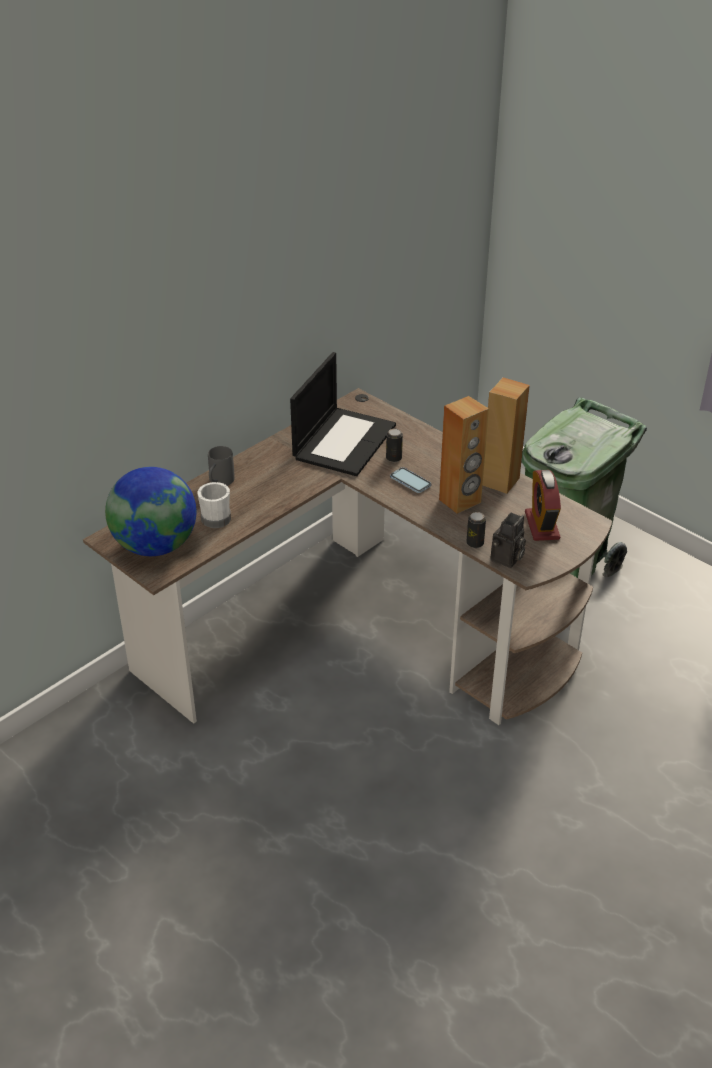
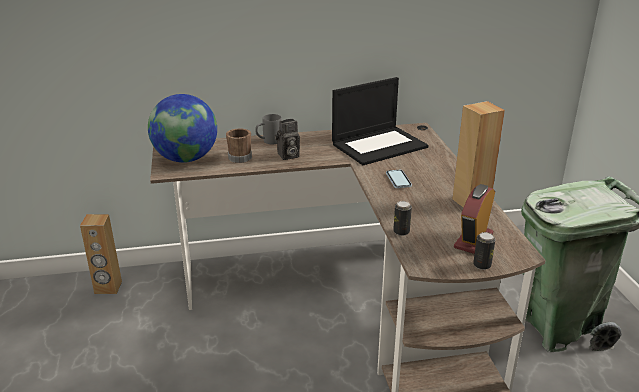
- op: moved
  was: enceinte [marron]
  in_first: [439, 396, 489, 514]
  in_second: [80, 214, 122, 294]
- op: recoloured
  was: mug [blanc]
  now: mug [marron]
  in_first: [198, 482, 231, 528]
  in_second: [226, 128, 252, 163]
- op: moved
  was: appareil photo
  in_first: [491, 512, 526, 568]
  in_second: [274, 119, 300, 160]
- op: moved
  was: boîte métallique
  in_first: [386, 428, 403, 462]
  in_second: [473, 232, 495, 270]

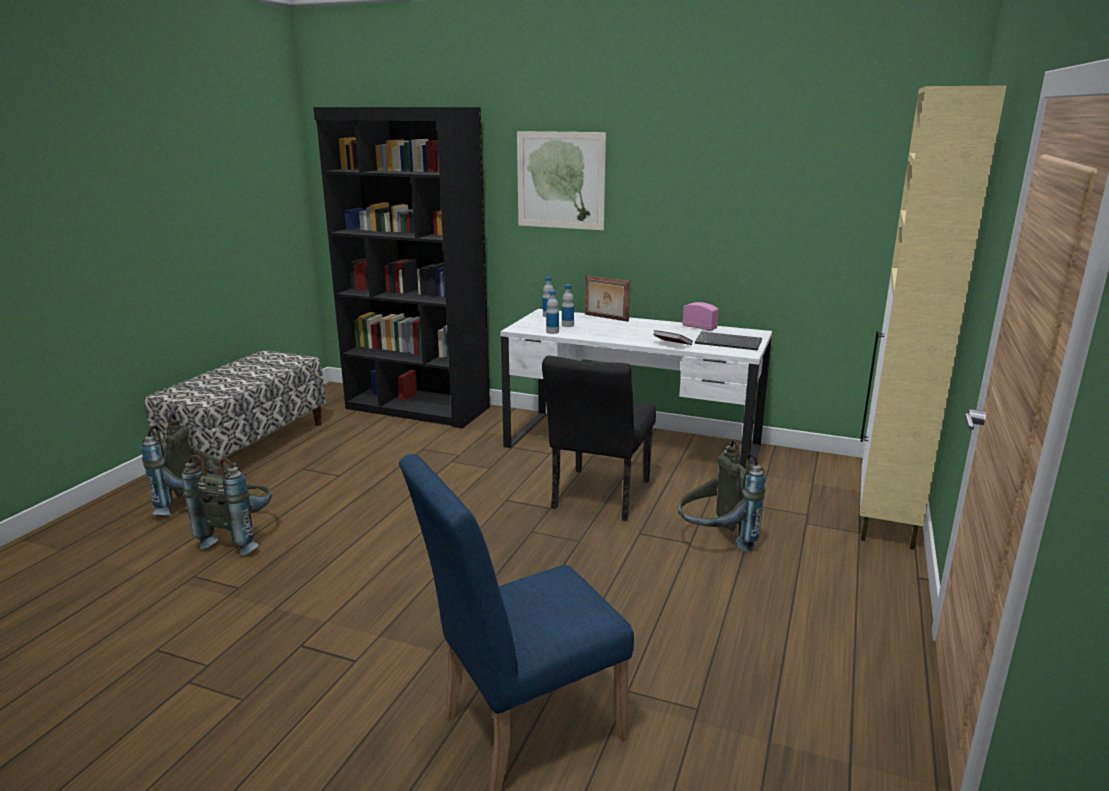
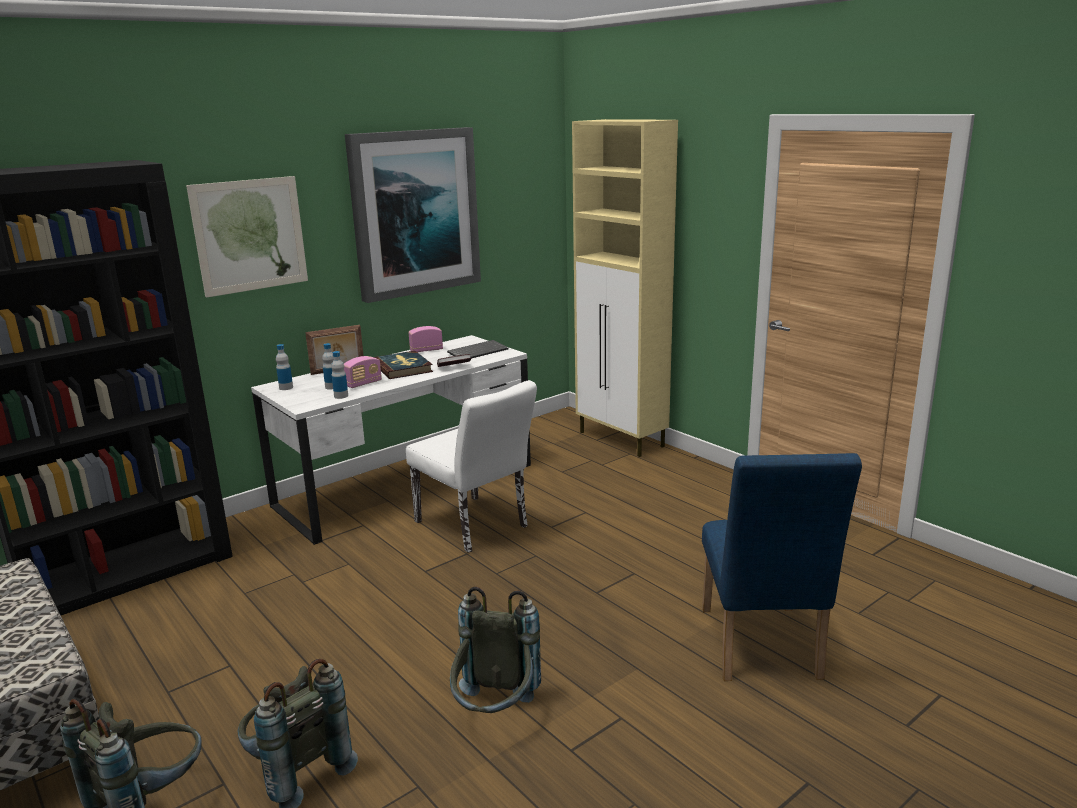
- op: added
  now: radio
  in_second: [344, 356, 382, 388]
- op: added
  now: tableau
  in_second: [345, 127, 481, 303]
- op: added
  now: livre
  in_second: [374, 351, 433, 379]
- op: recoloured
  was: chaise [noir]
  now: chaise [blanc]
  in_first: [542, 356, 656, 521]
  in_second: [406, 380, 537, 553]
- op: moved
  was: sac à dos [gris]
  in_first: [678, 440, 766, 552]
  in_second: [450, 586, 541, 713]

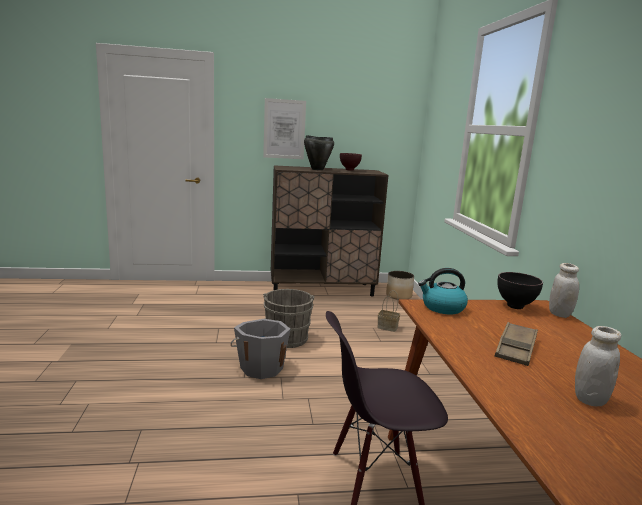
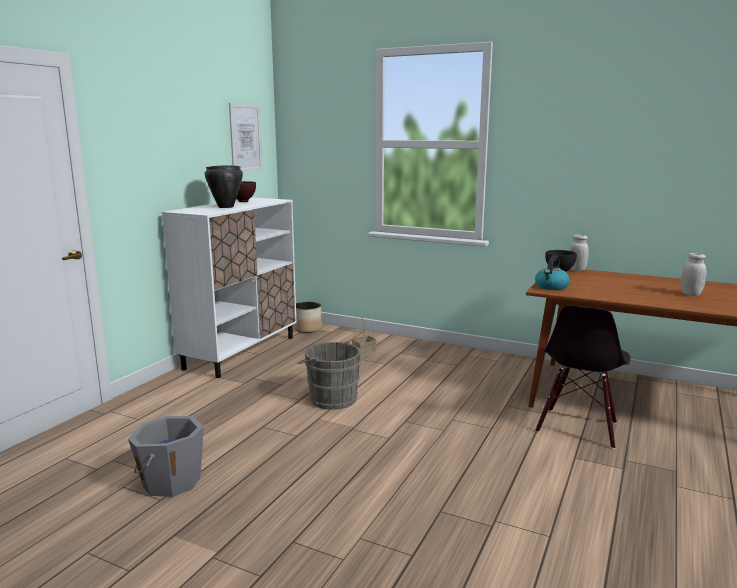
- op: moved
  was: seau [gris]
  in_first: [231, 319, 291, 379]
  in_second: [128, 416, 204, 497]
- op: recoloured
  was: meuble de rangement [marron]
  now: meuble de rangement [blanc]
  in_first: [271, 165, 389, 297]
  in_second: [162, 197, 296, 378]
- op: moved
  was: tableau
  in_first: [263, 98, 306, 159]
  in_second: [229, 103, 263, 172]
- op: removed
  was: plateau [marron]
  in_first: [495, 322, 538, 366]

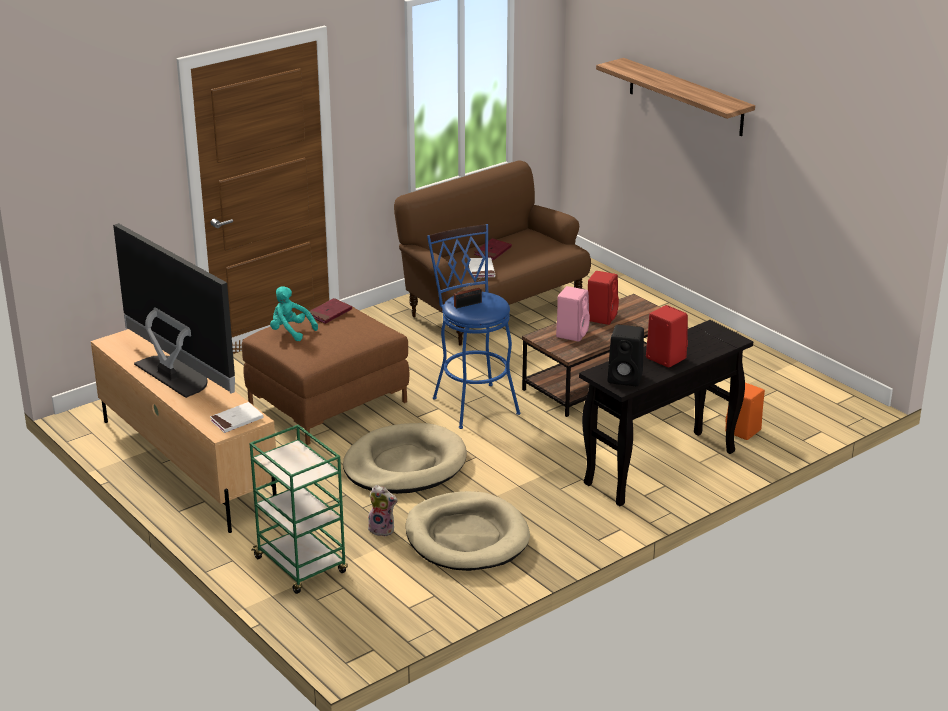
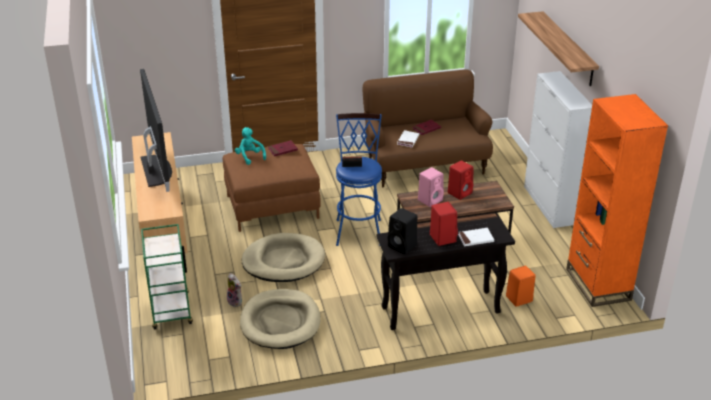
- op: moved
  was: livre [blanc]
  in_first: [210, 402, 263, 433]
  in_second: [458, 228, 494, 247]
- op: added
  now: meuble de rangement [blanc]
  in_second: [524, 71, 592, 228]
- op: added
  now: bibliothèque [orange]
  in_second: [566, 94, 668, 307]

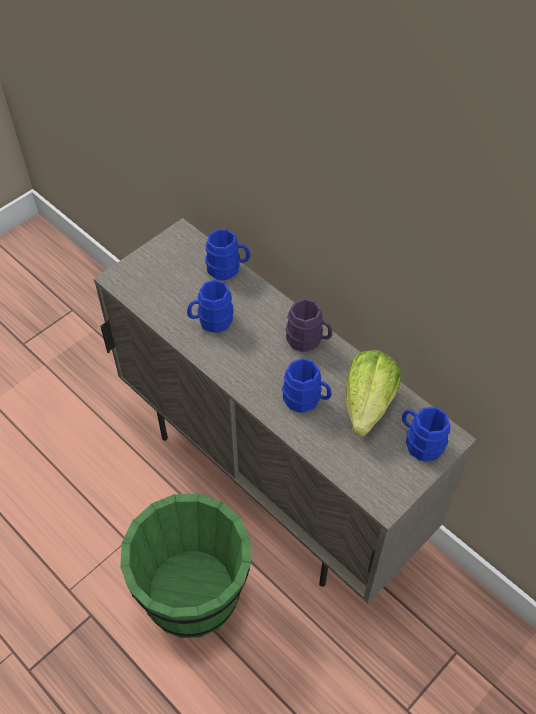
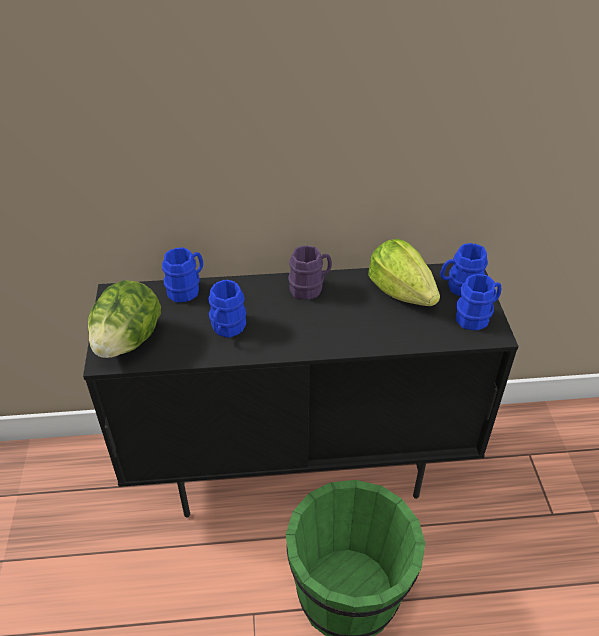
- op: recoloured
  was: meuble de rangement [beige]
  now: meuble de rangement [noir]
  in_first: [94, 218, 476, 603]
  in_second: [83, 263, 518, 517]
- op: added
  now: laitue
  in_second: [88, 280, 161, 358]
- op: moved
  was: mug [bleu]
  in_first: [282, 358, 332, 413]
  in_second: [456, 274, 501, 331]

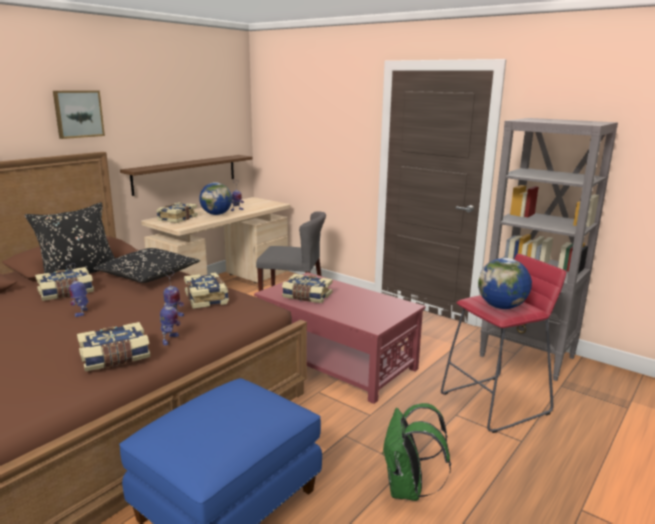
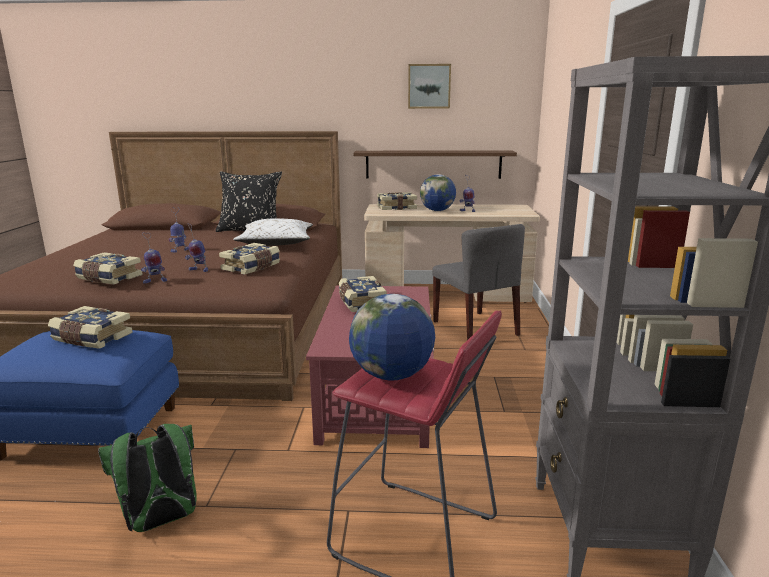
- op: moved
  was: livre
  in_first: [35, 267, 94, 301]
  in_second: [48, 306, 133, 349]
- op: recoloured
  was: coussin [noir]
  now: coussin [blanc]
  in_first: [93, 248, 200, 283]
  in_second: [233, 218, 313, 246]
- op: moved
  was: tableau
  in_first: [53, 91, 105, 139]
  in_second: [408, 64, 451, 109]

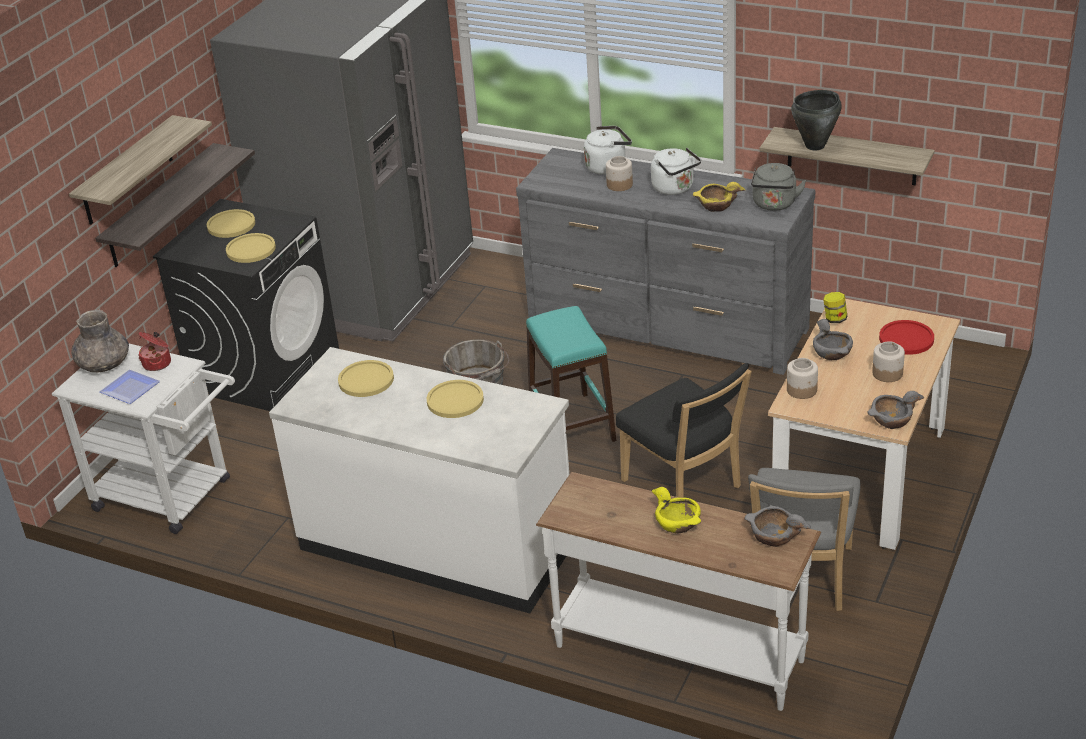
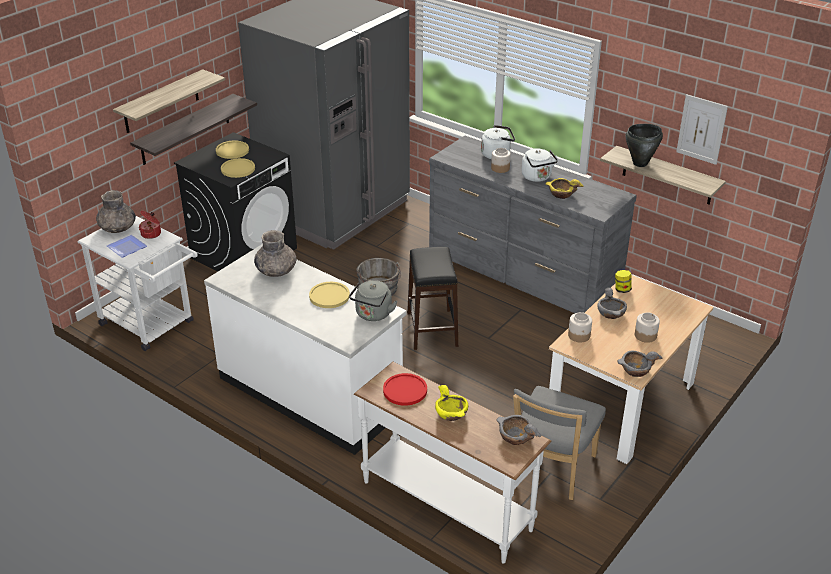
- op: replaced
  was: assiette [jaune]
  now: vase [gris]
  in_first: [338, 360, 394, 397]
  in_second: [254, 230, 296, 277]
- op: moved
  was: bouilloire [gris]
  in_first: [751, 163, 806, 211]
  in_second: [349, 280, 397, 321]
- op: moved
  was: assiette [rouge]
  in_first: [879, 320, 934, 355]
  in_second: [383, 373, 427, 406]
- op: recoloured
  was: tabouret [turquoise]
  now: tabouret [noir]
  in_first: [526, 306, 617, 442]
  in_second: [407, 247, 458, 350]
- op: added
  now: tableau
  in_second: [676, 94, 728, 165]
- op: removed
  was: chaise [noir]
  in_first: [616, 363, 752, 498]

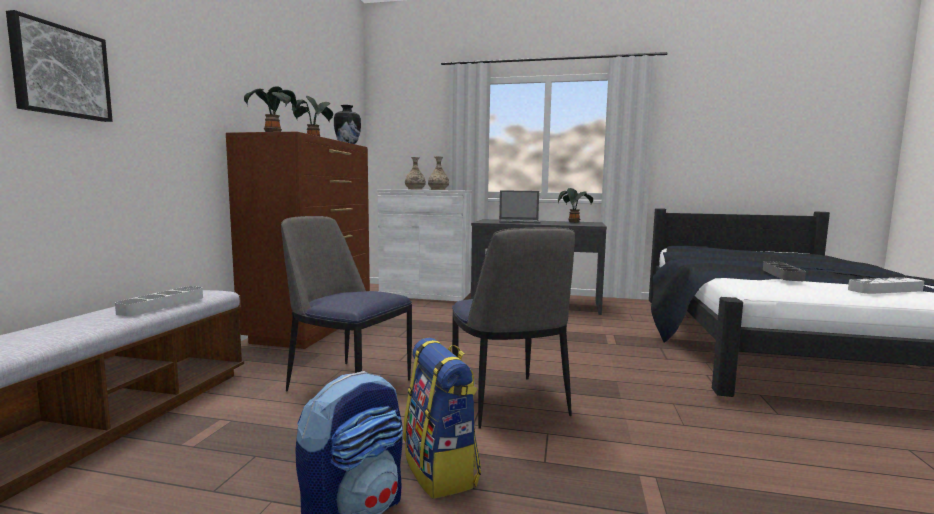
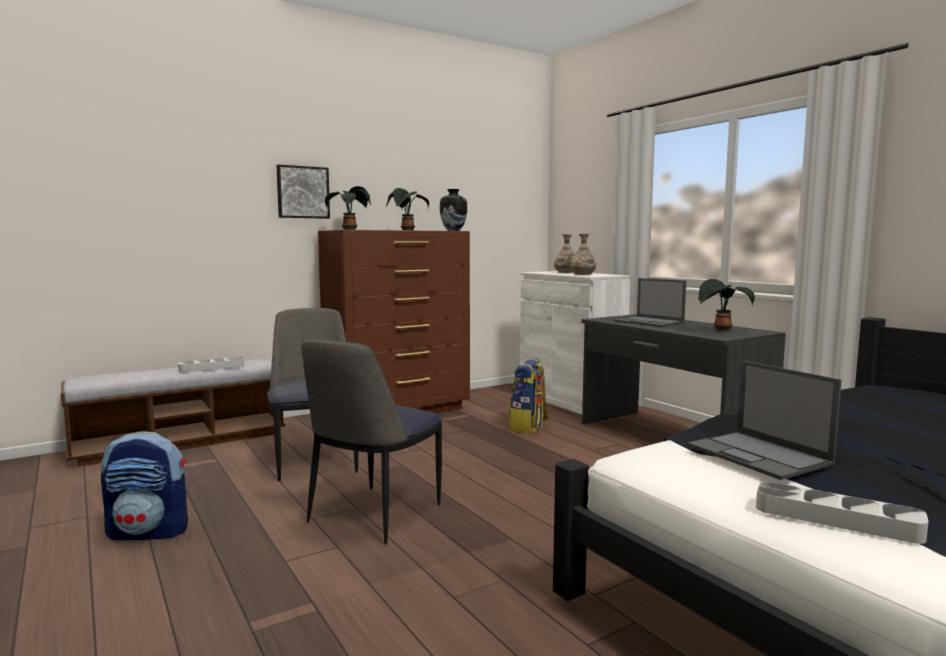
- op: moved
  was: tableau
  in_first: [6, 10, 113, 122]
  in_second: [276, 164, 330, 219]
- op: moved
  was: sac à dos
  in_first: [403, 338, 481, 499]
  in_second: [509, 358, 548, 434]
- op: replaced
  was: plateau [gris]
  now: ordinateur portable
  in_first: [763, 261, 806, 281]
  in_second: [687, 361, 842, 480]

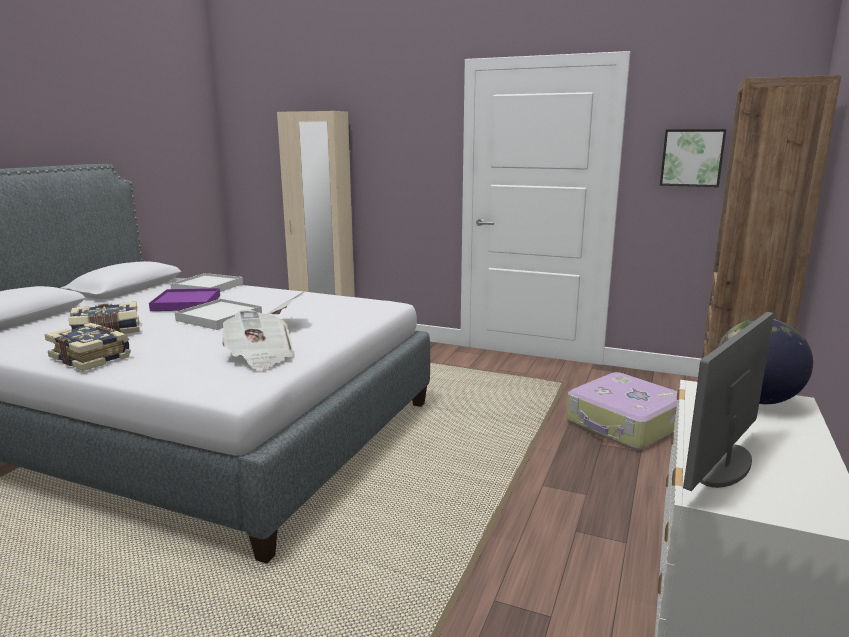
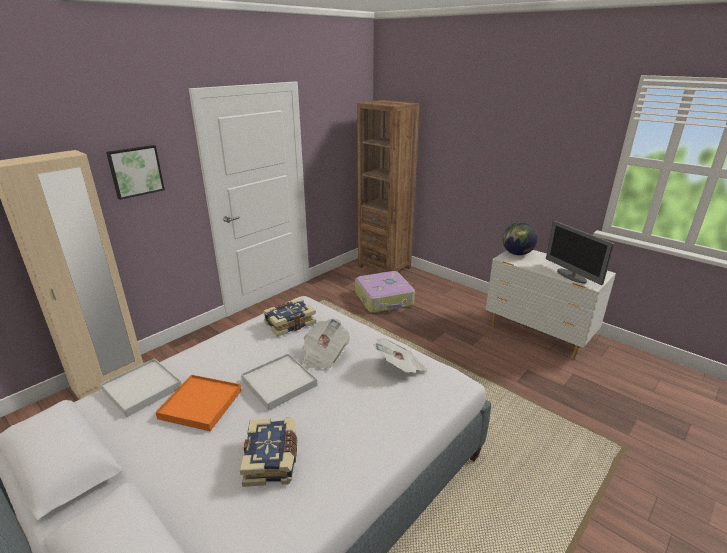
- op: moved
  was: tableau
  in_first: [660, 129, 726, 187]
  in_second: [106, 145, 165, 200]
- op: recoloured
  was: plateau [violet]
  now: plateau [orange]
  in_first: [149, 288, 220, 311]
  in_second: [155, 375, 241, 431]
- op: moved
  was: livre
  in_first: [45, 323, 131, 371]
  in_second: [263, 298, 316, 337]

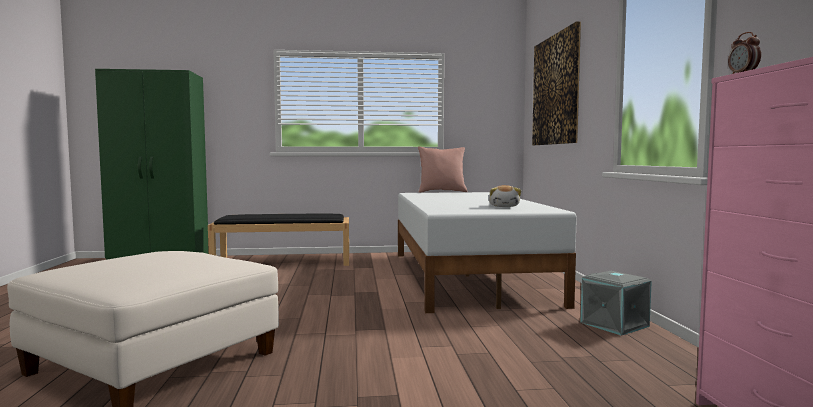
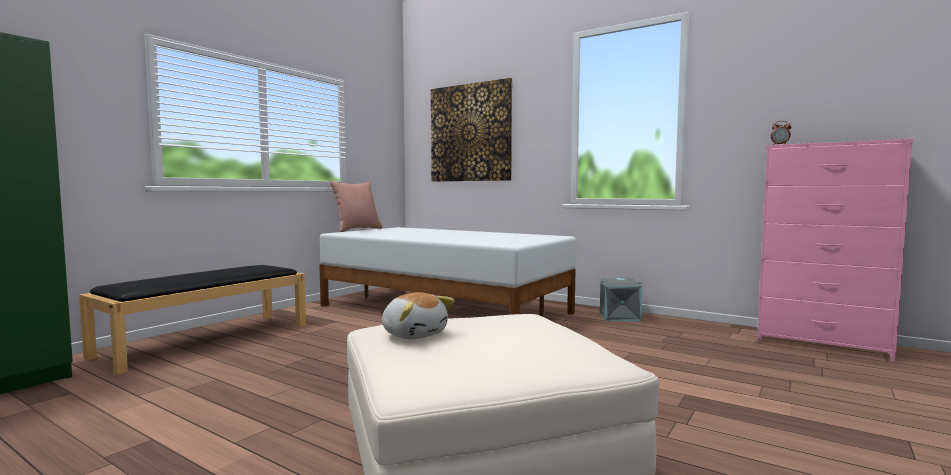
- op: moved
  was: peluche
  in_first: [489, 185, 521, 207]
  in_second: [382, 292, 455, 339]

